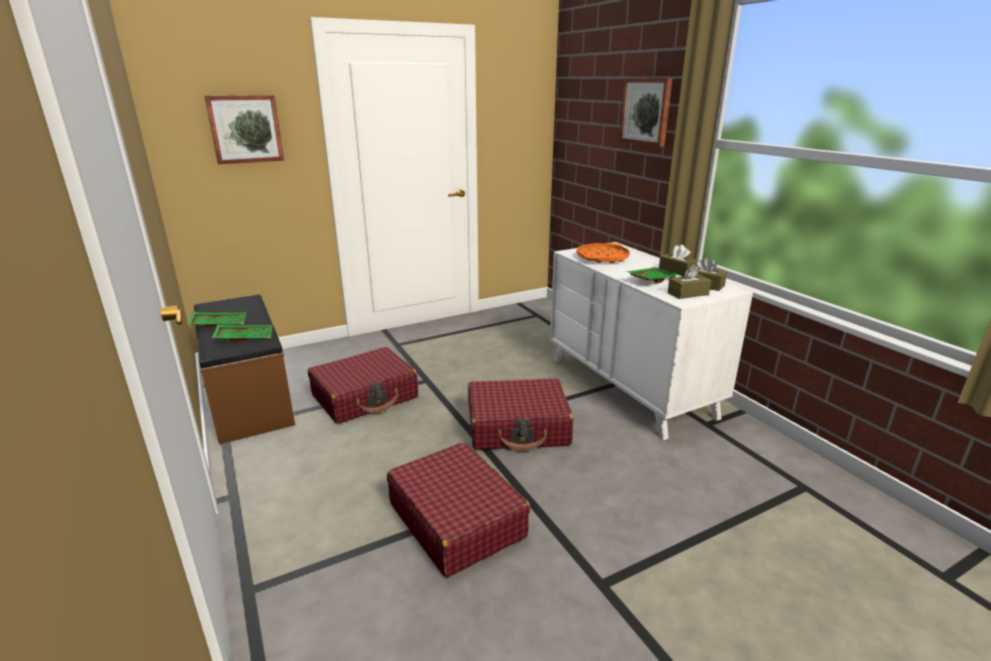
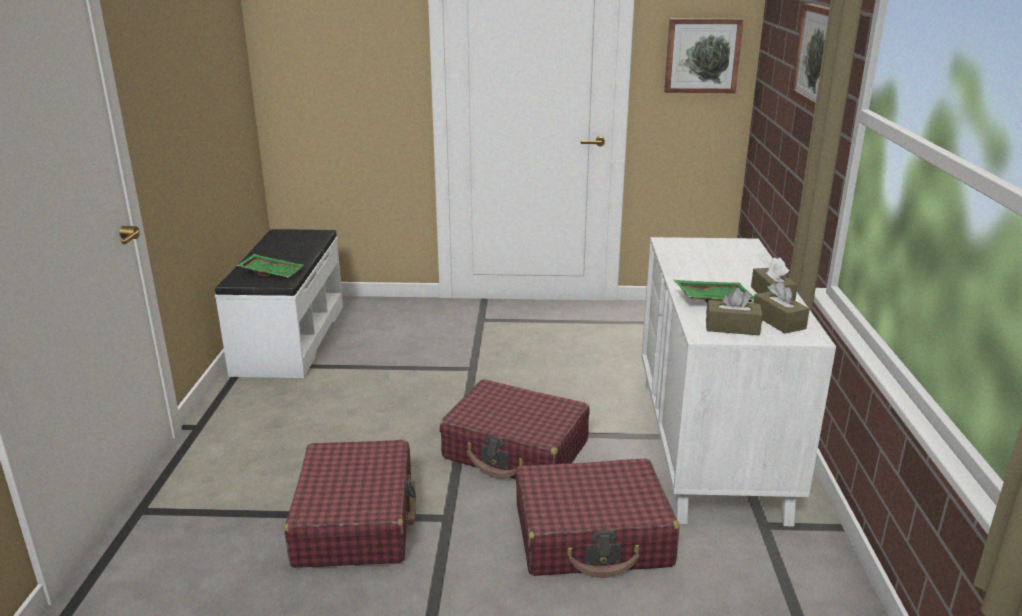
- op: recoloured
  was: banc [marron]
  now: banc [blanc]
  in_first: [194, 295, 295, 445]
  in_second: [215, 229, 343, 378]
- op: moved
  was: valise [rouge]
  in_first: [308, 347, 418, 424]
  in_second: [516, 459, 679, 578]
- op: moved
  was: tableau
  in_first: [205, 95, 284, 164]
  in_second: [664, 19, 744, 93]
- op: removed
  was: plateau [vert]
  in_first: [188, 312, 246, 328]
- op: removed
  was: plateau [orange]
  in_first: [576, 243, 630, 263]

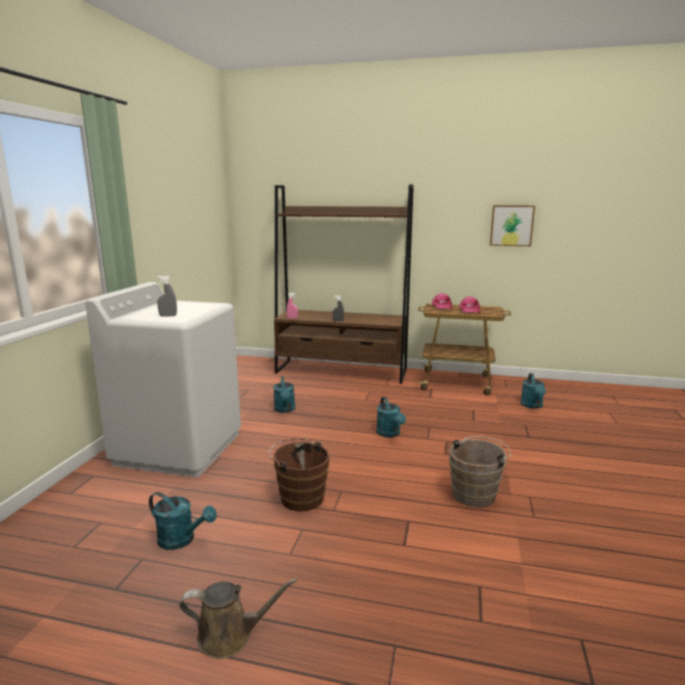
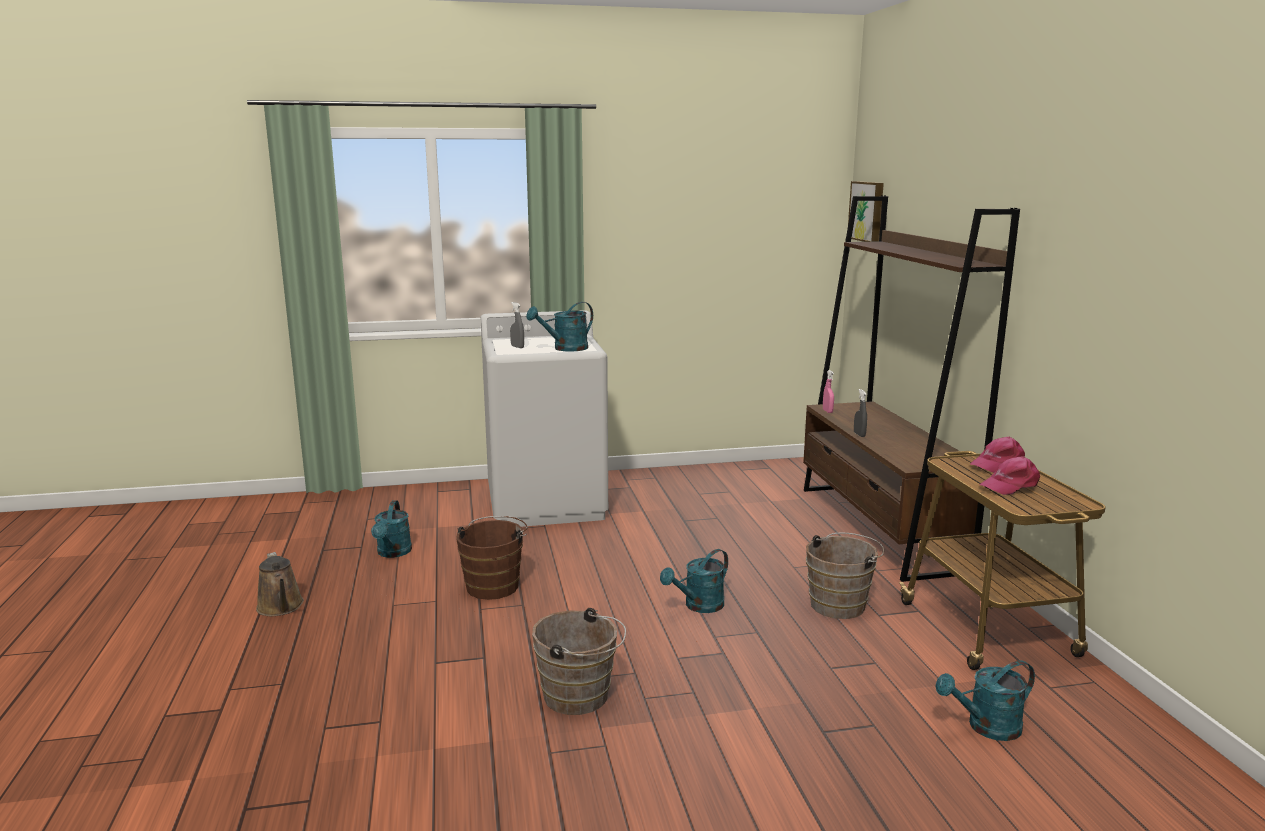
- op: moved
  was: arrosoir [turquoise]
  in_first: [273, 376, 295, 413]
  in_second: [526, 302, 593, 352]
- op: added
  now: seau [marron]
  in_second: [806, 533, 884, 619]
- op: moved
  was: tableau
  in_first: [490, 205, 535, 246]
  in_second: [848, 181, 884, 242]

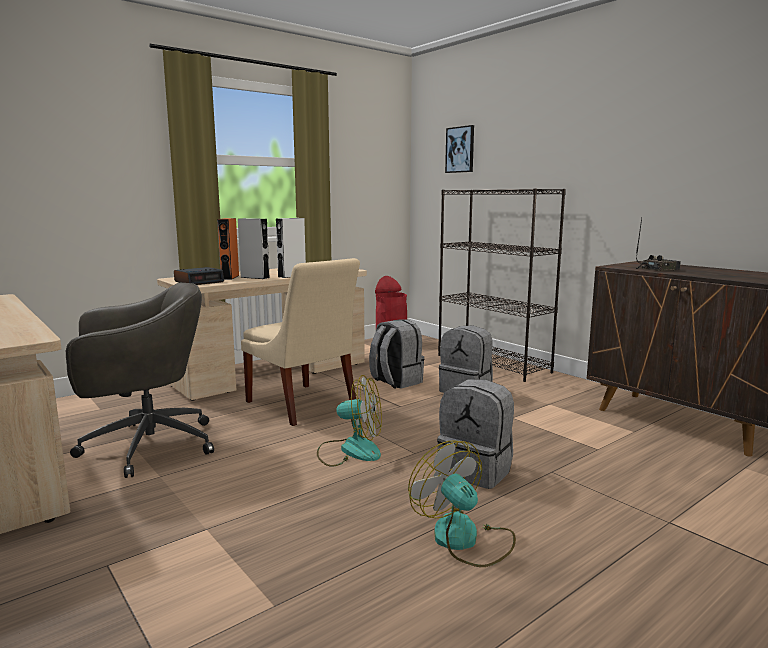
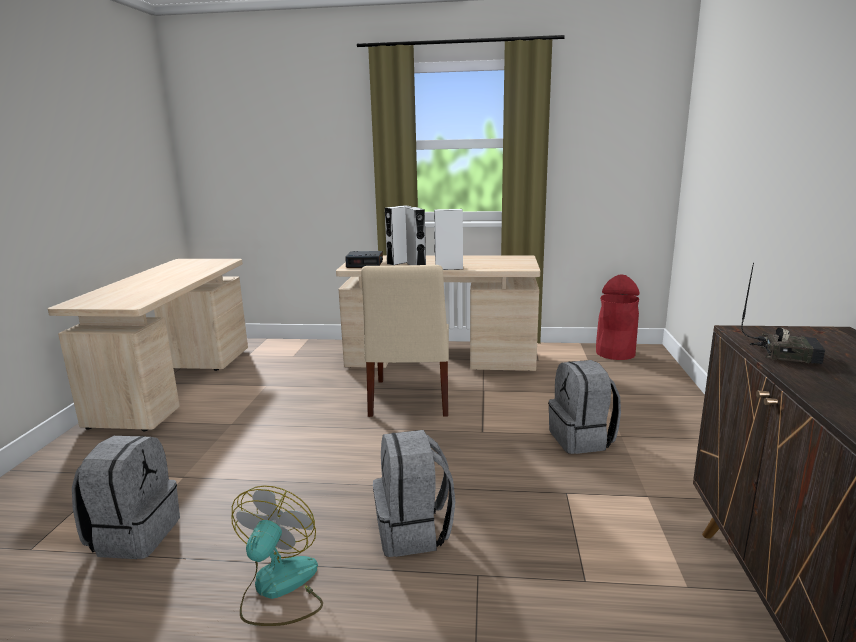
- op: moved
  was: sac à dos [gris]
  in_first: [369, 320, 424, 389]
  in_second: [72, 436, 180, 559]
- op: recoloured
  was: enceinte [orange]
  now: enceinte [blanc]
  in_first: [217, 218, 239, 280]
  in_second: [385, 205, 411, 265]
- op: removed
  was: chaise de bureau [gris]
  in_first: [66, 283, 214, 478]
- op: removed
  was: ventilateur
  in_first: [317, 375, 382, 467]
- op: removed
  was: bibliothèque [noir]
  in_first: [438, 188, 566, 382]
- op: removed
  was: tableau
  in_first: [445, 125, 474, 173]

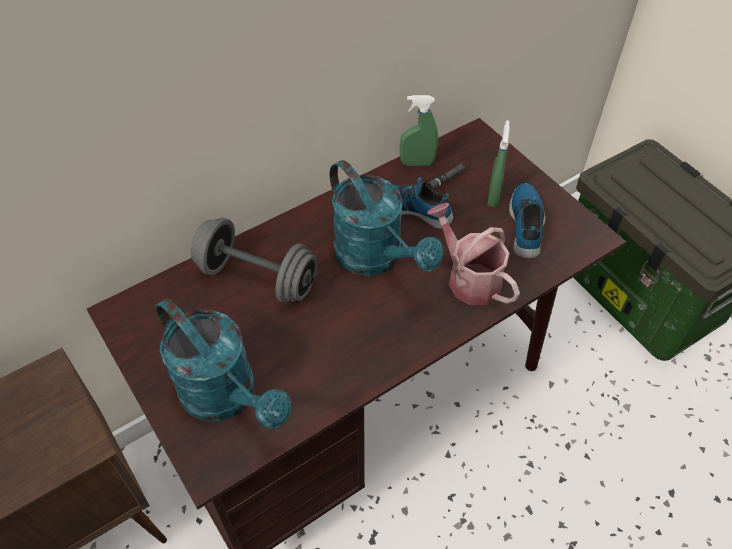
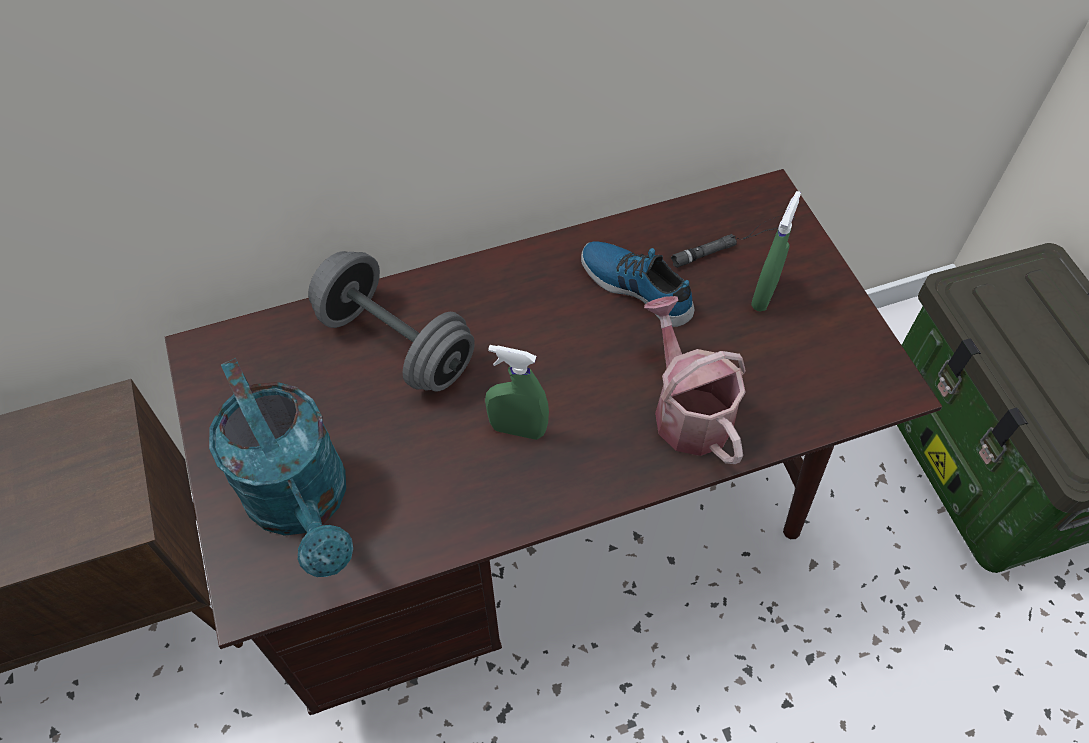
- op: moved
  was: vaporisateur [vert]
  in_first: [400, 95, 438, 166]
  in_second: [485, 345, 549, 440]
- op: removed
  was: arrosoir [turquoise]
  in_first: [330, 160, 443, 276]
- op: removed
  was: chaussure
  in_first: [509, 183, 545, 259]

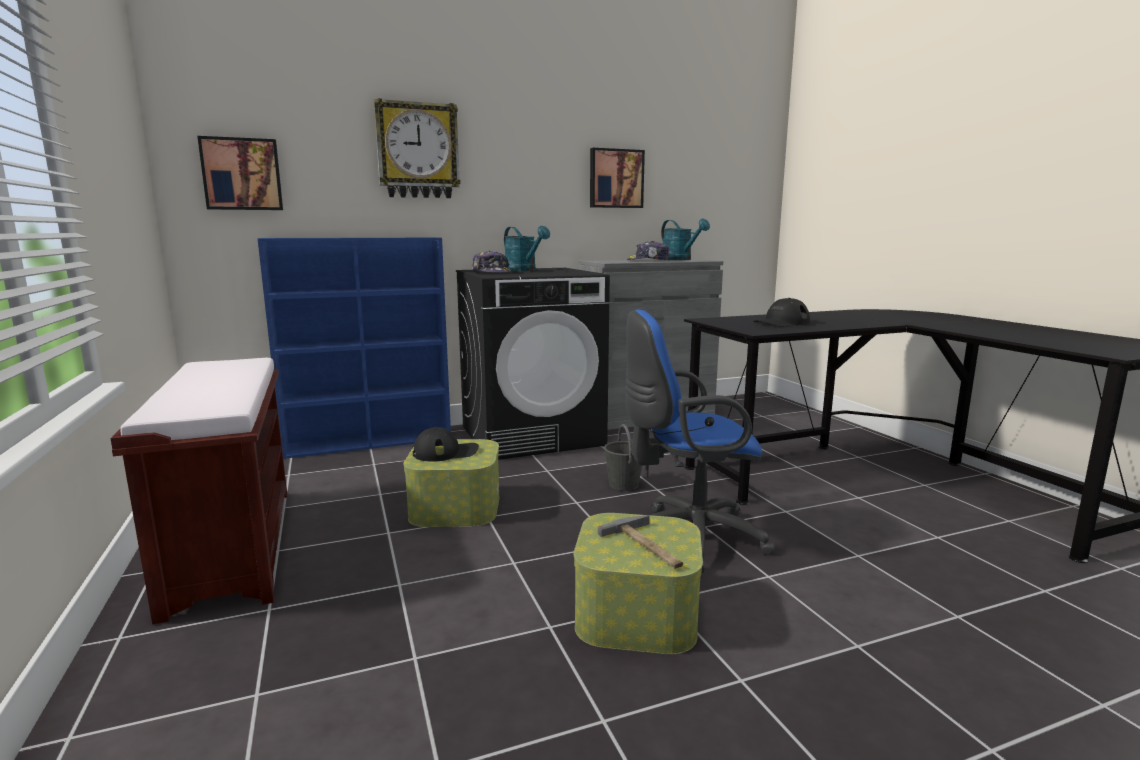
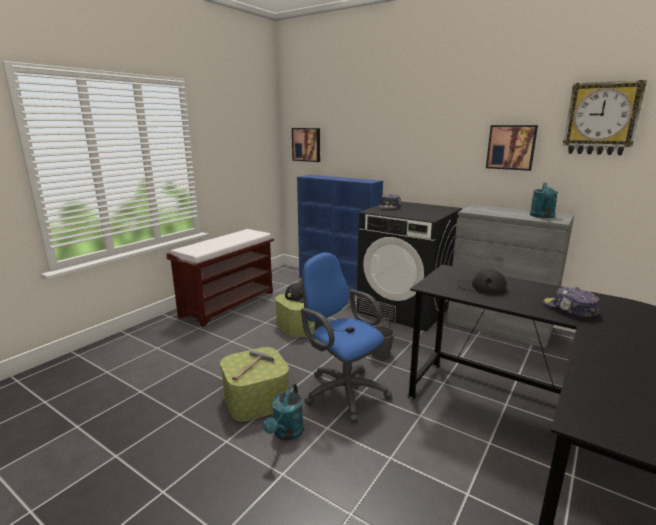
- op: moved
  was: arrosoir [turquoise]
  in_first: [504, 226, 550, 271]
  in_second: [263, 383, 304, 440]
- op: moved
  was: casquette
  in_first: [627, 241, 670, 260]
  in_second: [543, 287, 600, 317]
- op: moved
  was: horloge murale
  in_first: [374, 98, 461, 198]
  in_second: [563, 80, 647, 155]

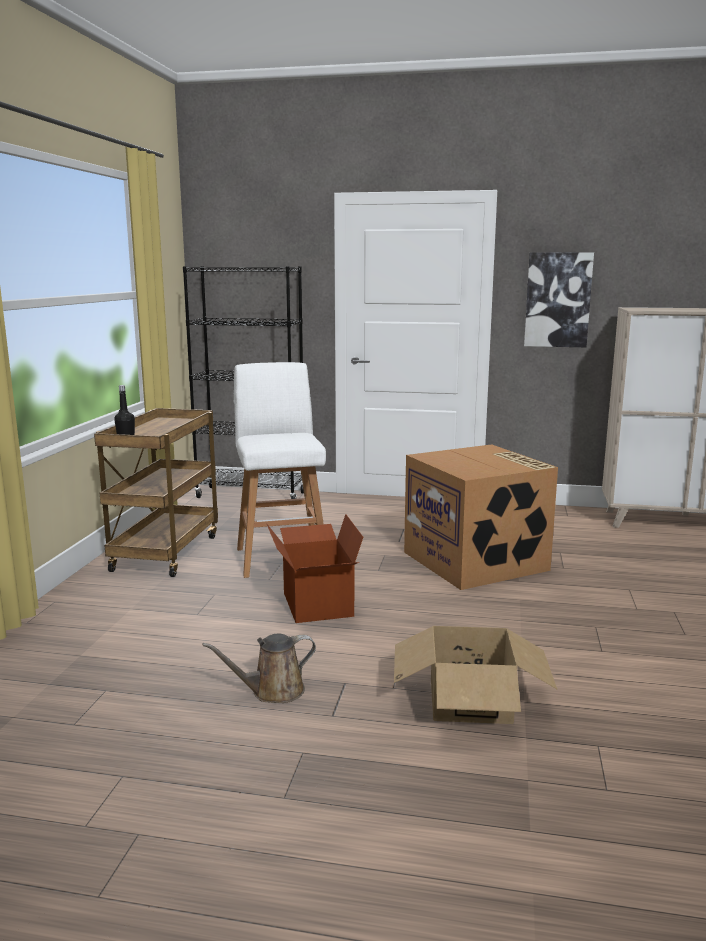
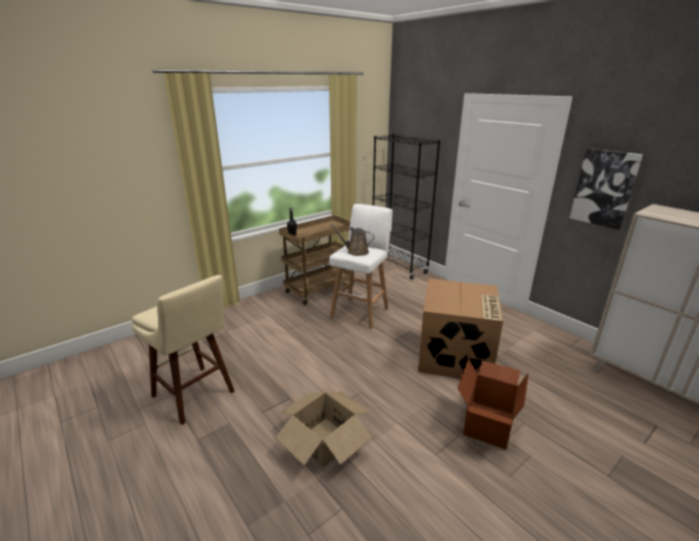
- op: added
  now: tabouret [beige]
  in_second: [132, 275, 235, 425]
- op: moved
  was: arrosoir [marron]
  in_first: [202, 634, 316, 703]
  in_second: [329, 223, 374, 256]
- op: moved
  was: carton
  in_first: [267, 514, 363, 623]
  in_second: [458, 358, 529, 449]

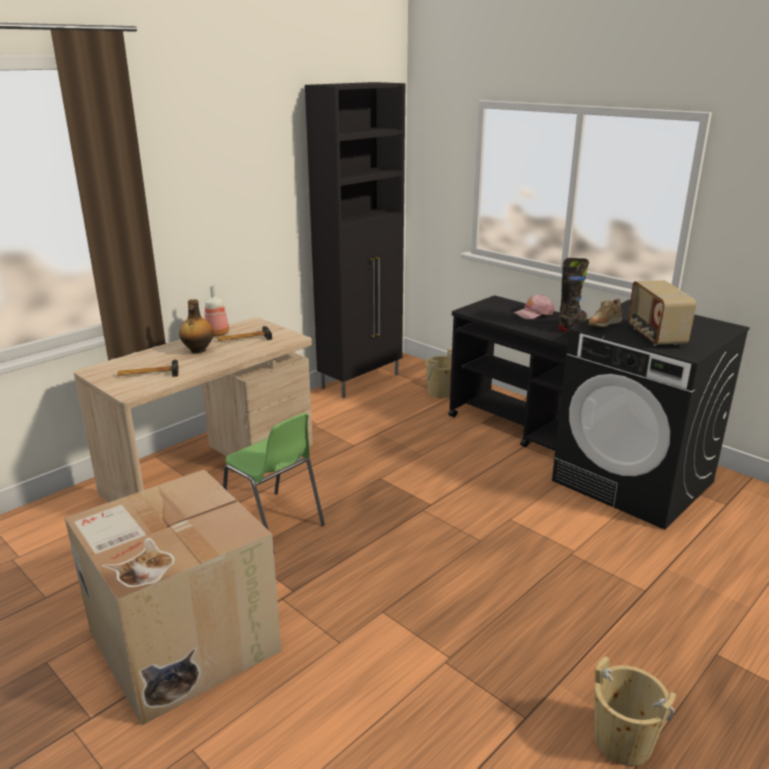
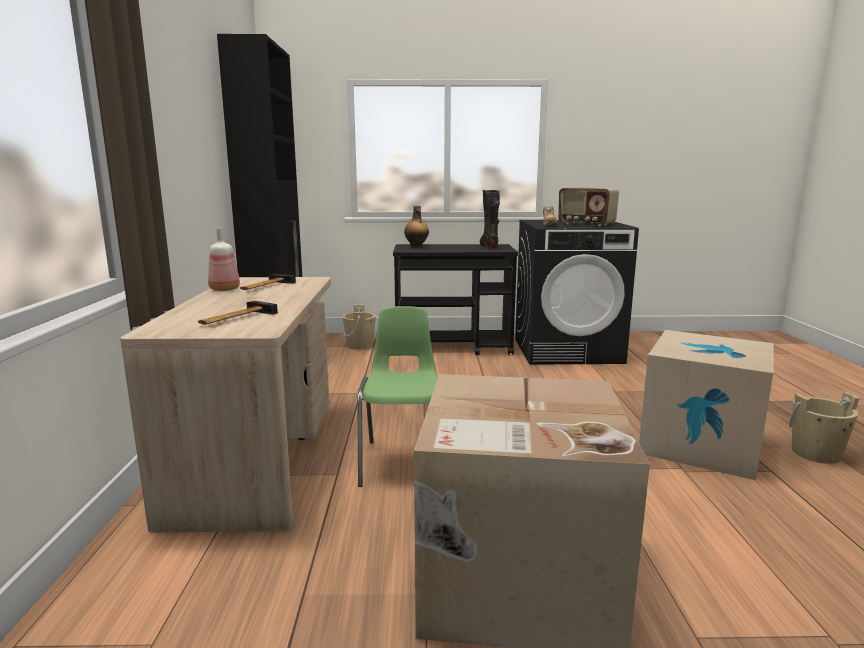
- op: turned
  was: chaise [vert]
  in_first: [223, 413, 325, 553]
  in_second: [358, 306, 438, 487]
  clockwise: -90
- op: moved
  was: bouteille
  in_first: [179, 299, 214, 354]
  in_second: [404, 206, 429, 247]
- op: added
  now: carton
  in_second: [639, 330, 774, 480]
- op: removed
  was: casquette [rose]
  in_first: [513, 295, 555, 319]

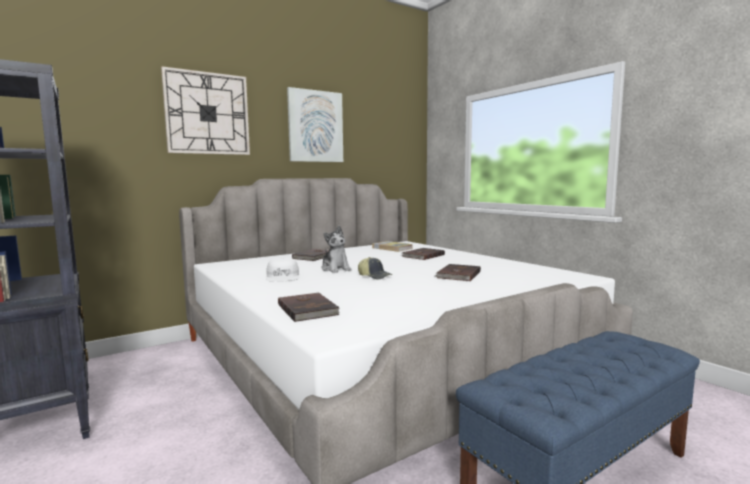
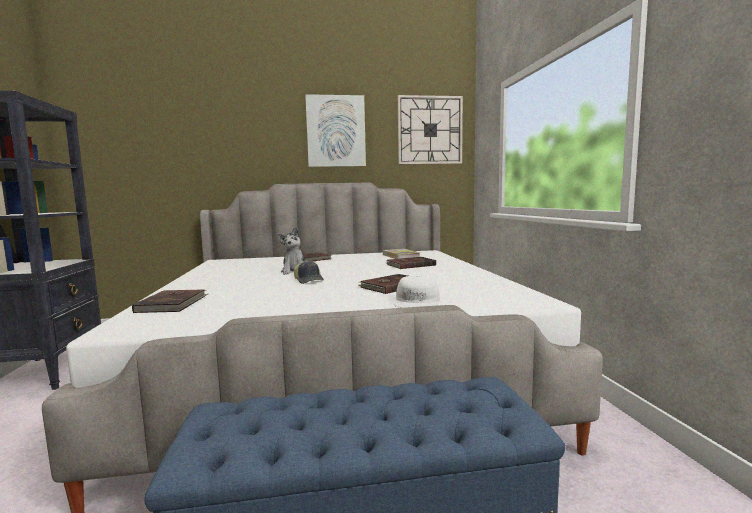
- op: moved
  was: casquette [blanc]
  in_first: [266, 257, 299, 282]
  in_second: [393, 275, 440, 308]
- op: moved
  was: horloge murale
  in_first: [161, 66, 250, 155]
  in_second: [398, 95, 463, 164]

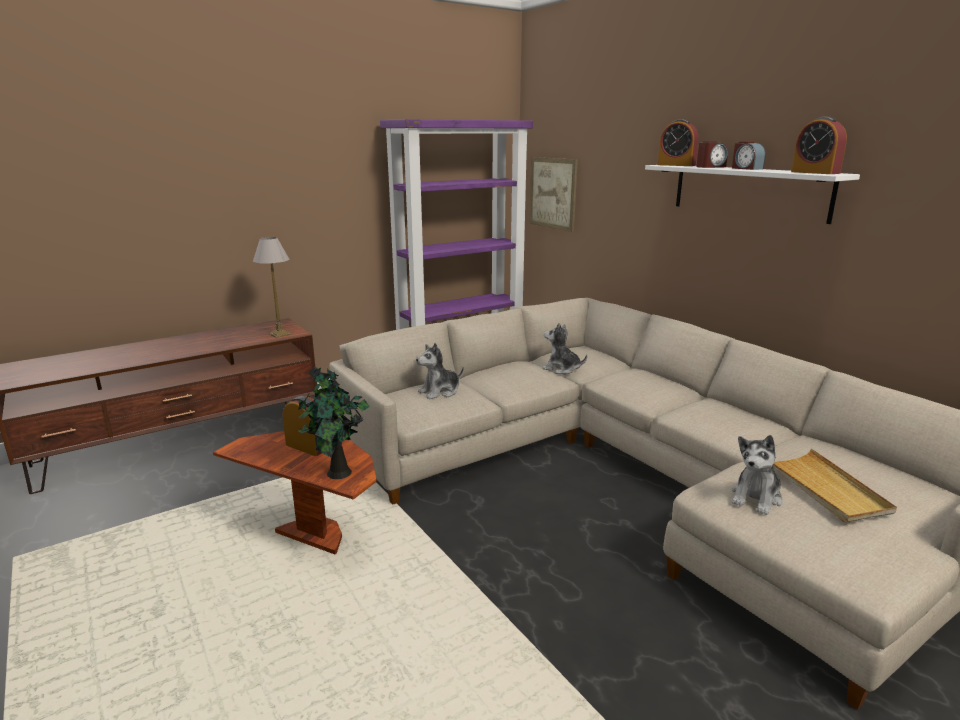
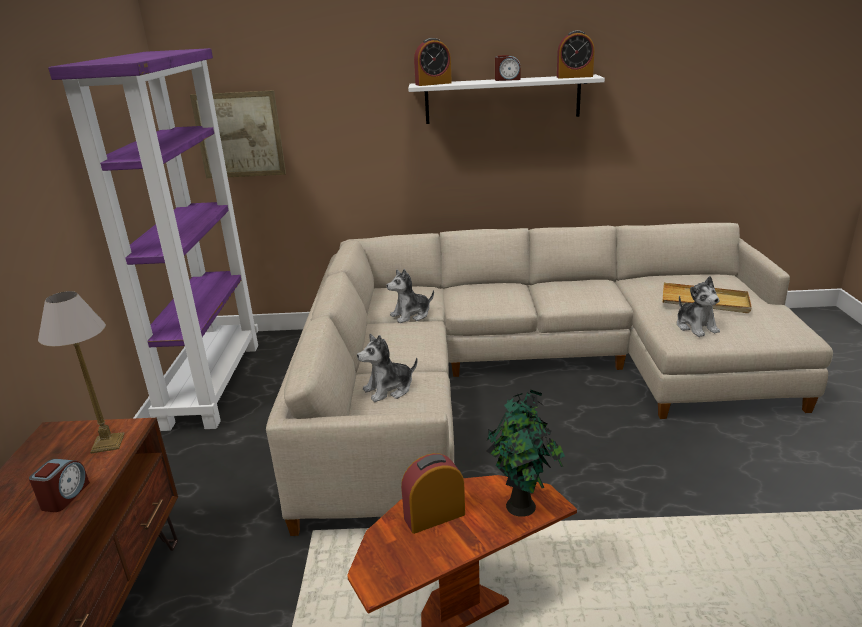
- op: moved
  was: réveil
  in_first: [696, 141, 728, 168]
  in_second: [29, 459, 90, 512]
- op: turned
  was: peluche
  in_first: [416, 343, 464, 399]
  in_second: [357, 334, 418, 402]
  clockwise: 60

